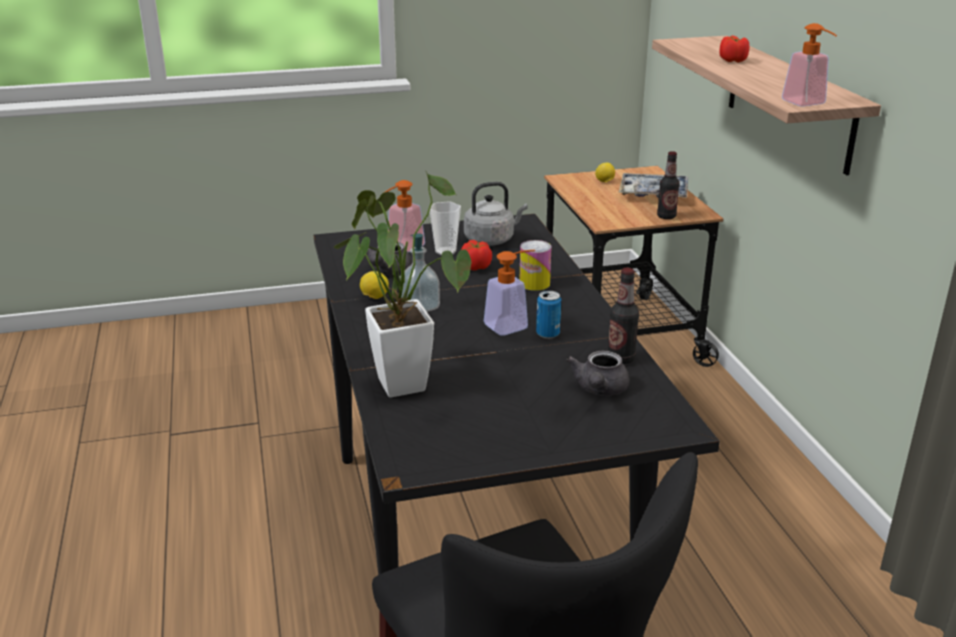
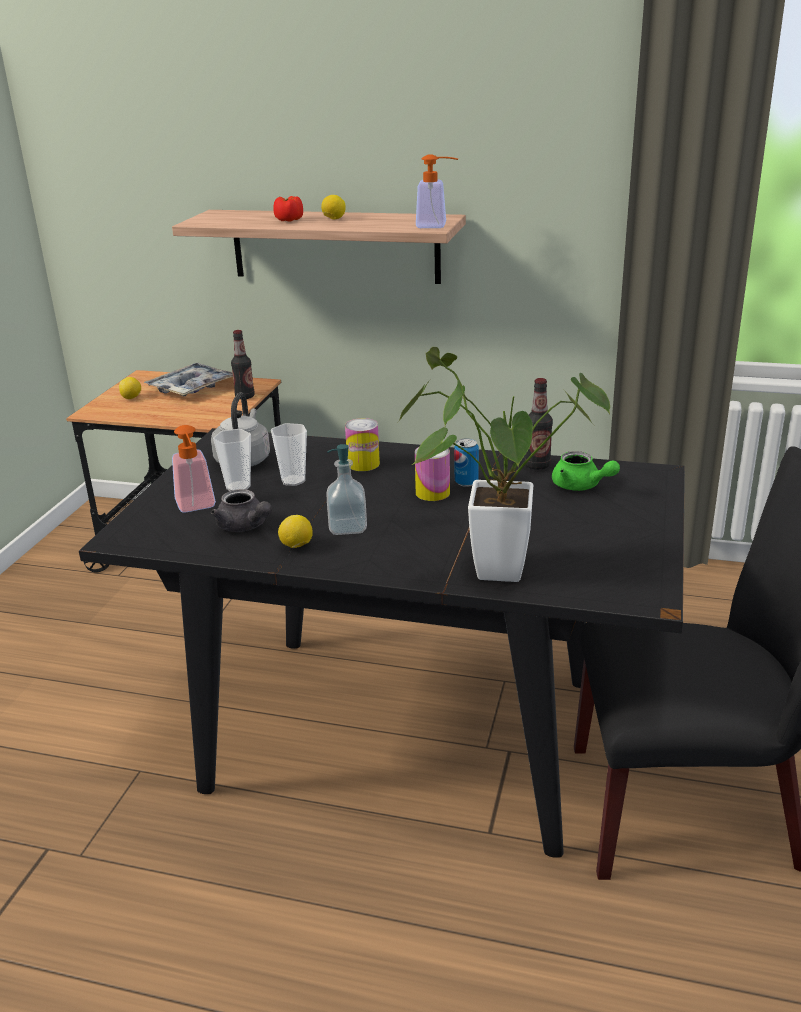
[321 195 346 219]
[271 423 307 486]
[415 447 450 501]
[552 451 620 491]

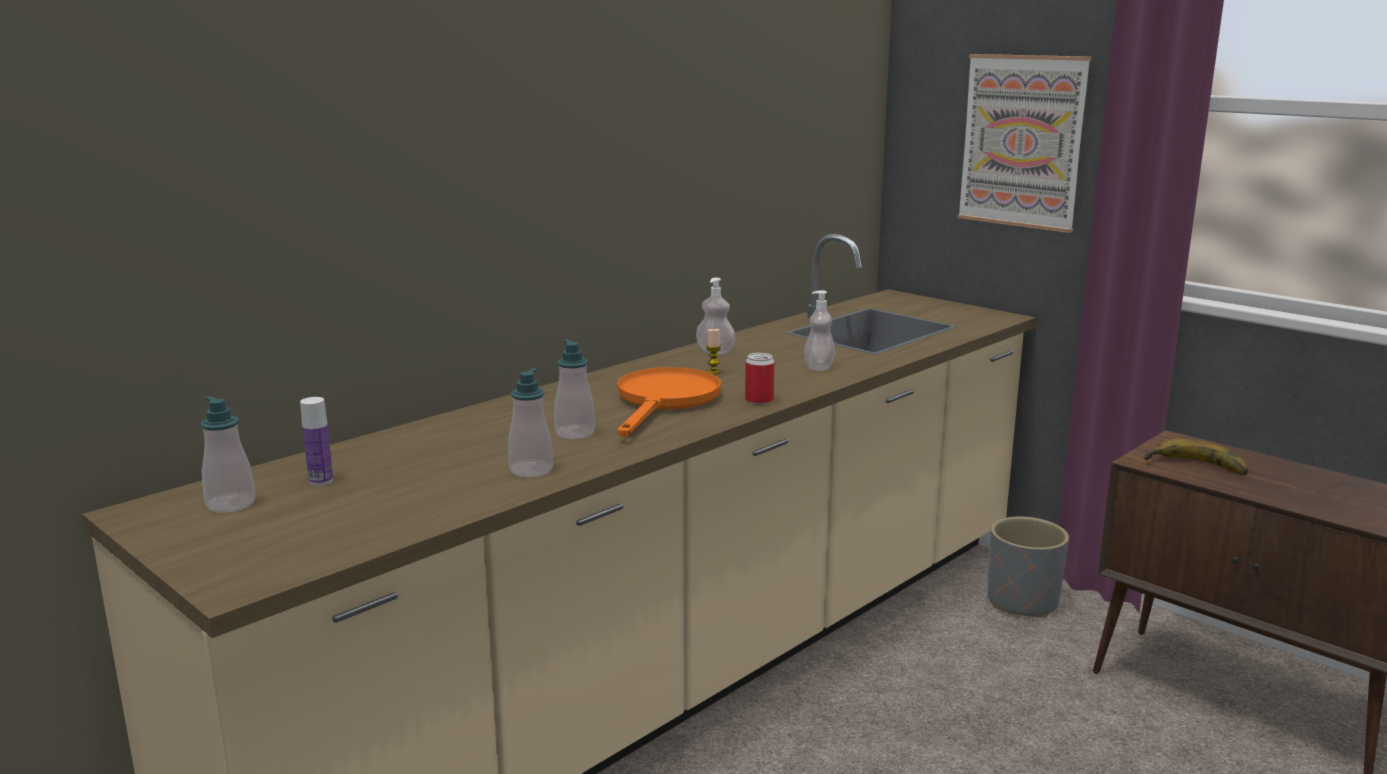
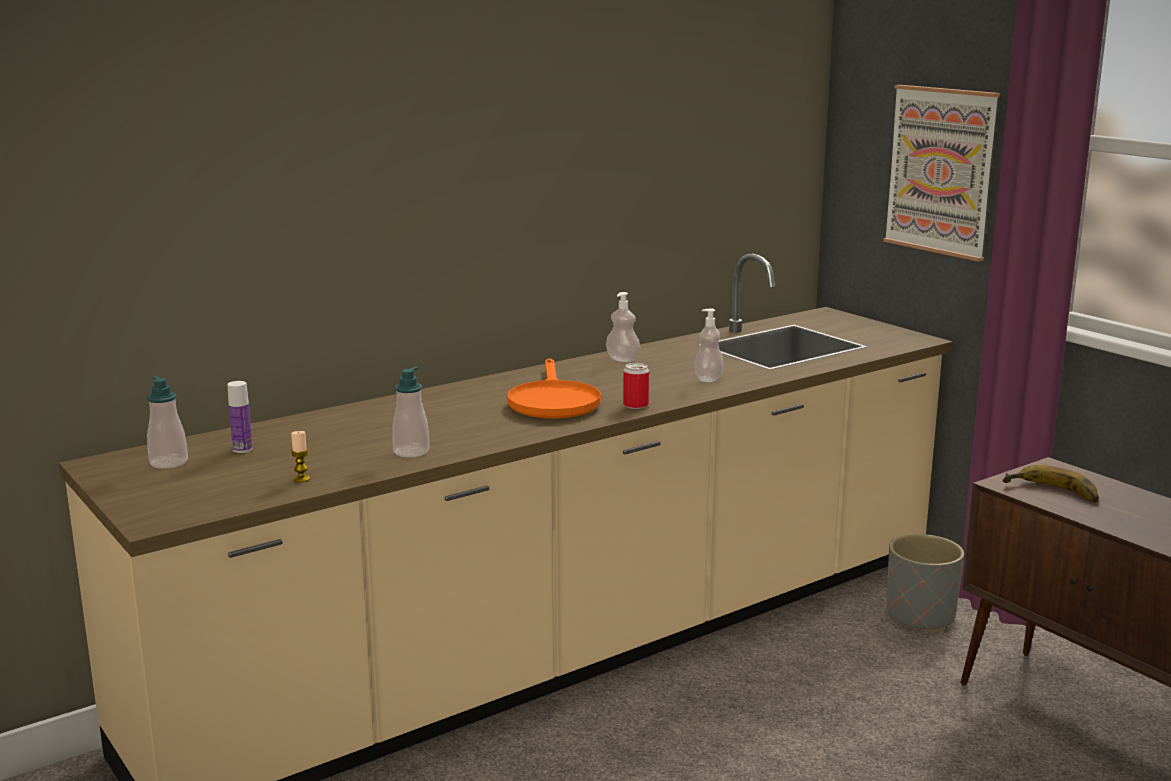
[554 340 595 439] (first image)
[291 431 310 482]
[507 358 601 419]

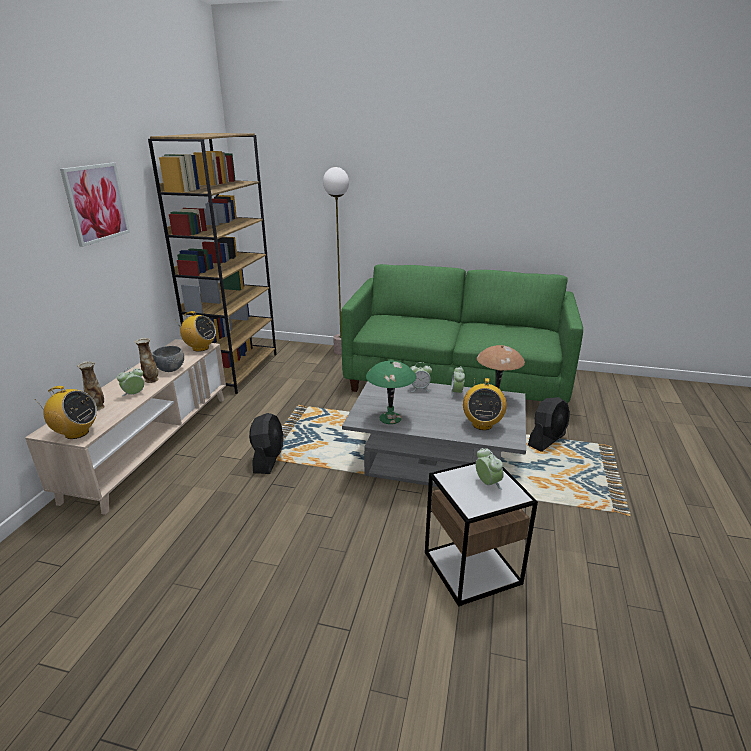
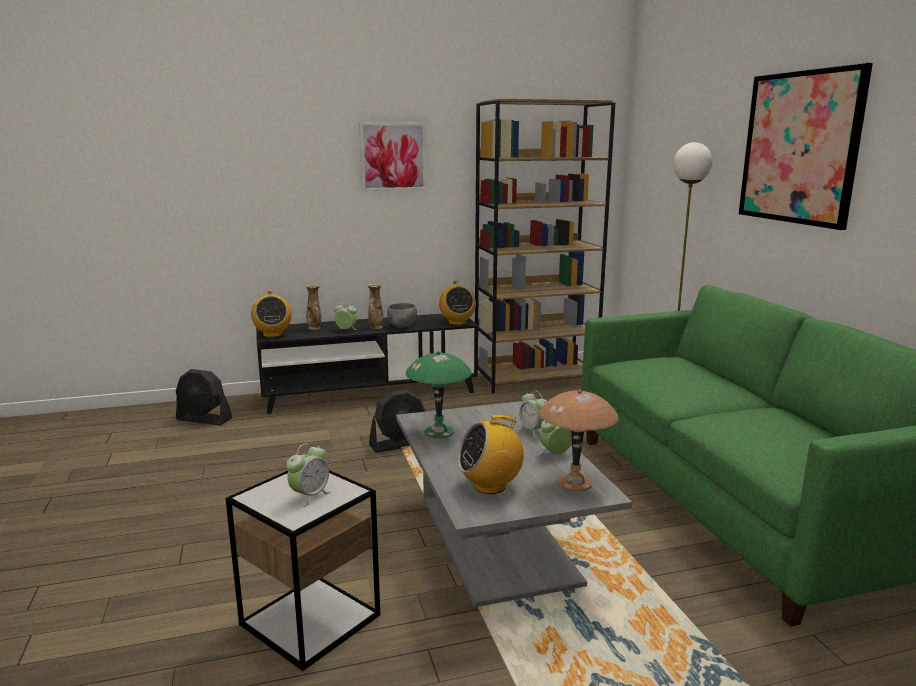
[739 63 873 230]
[176 369 232 425]
[256 314 478 414]

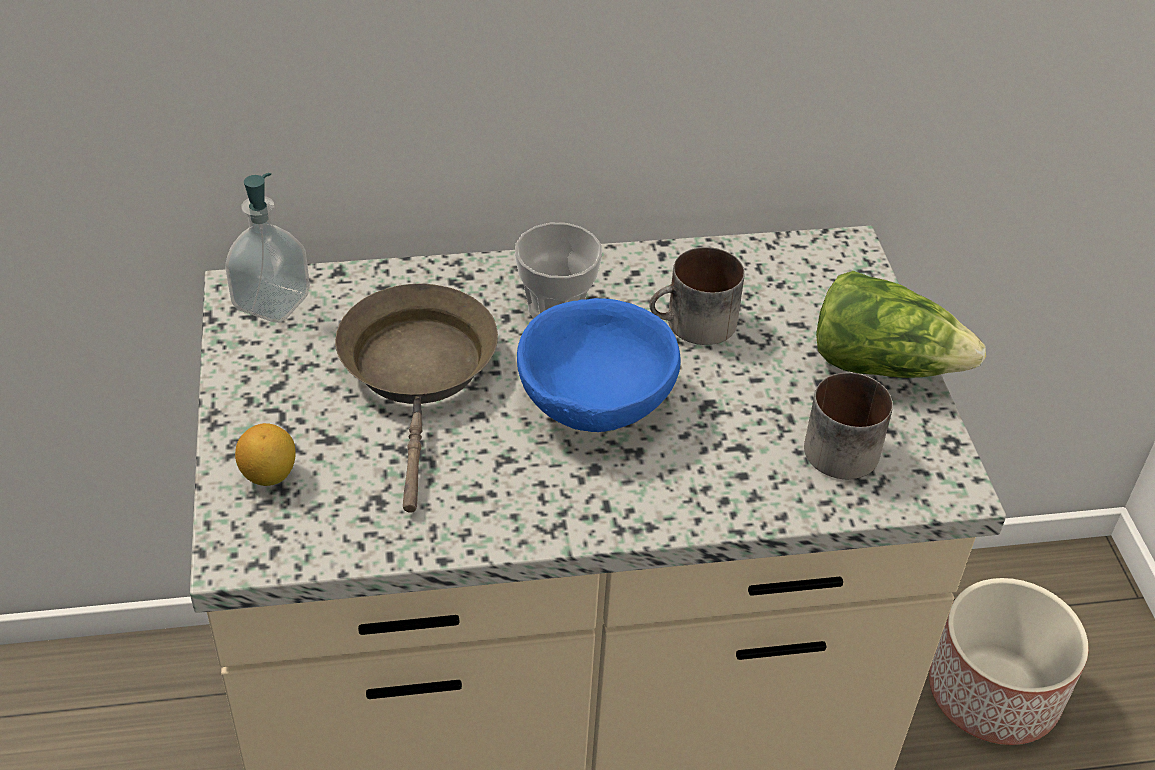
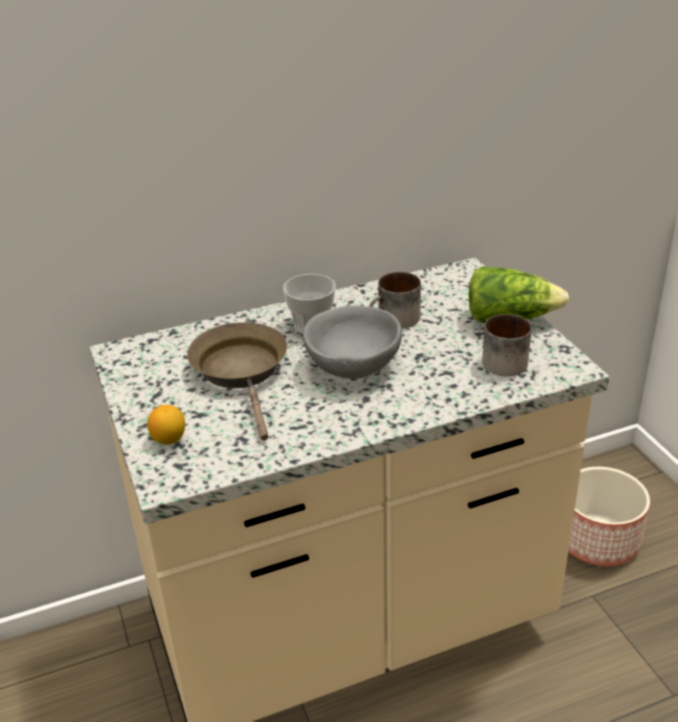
[225 173 310 323] (first image)
[303 306 402 379]

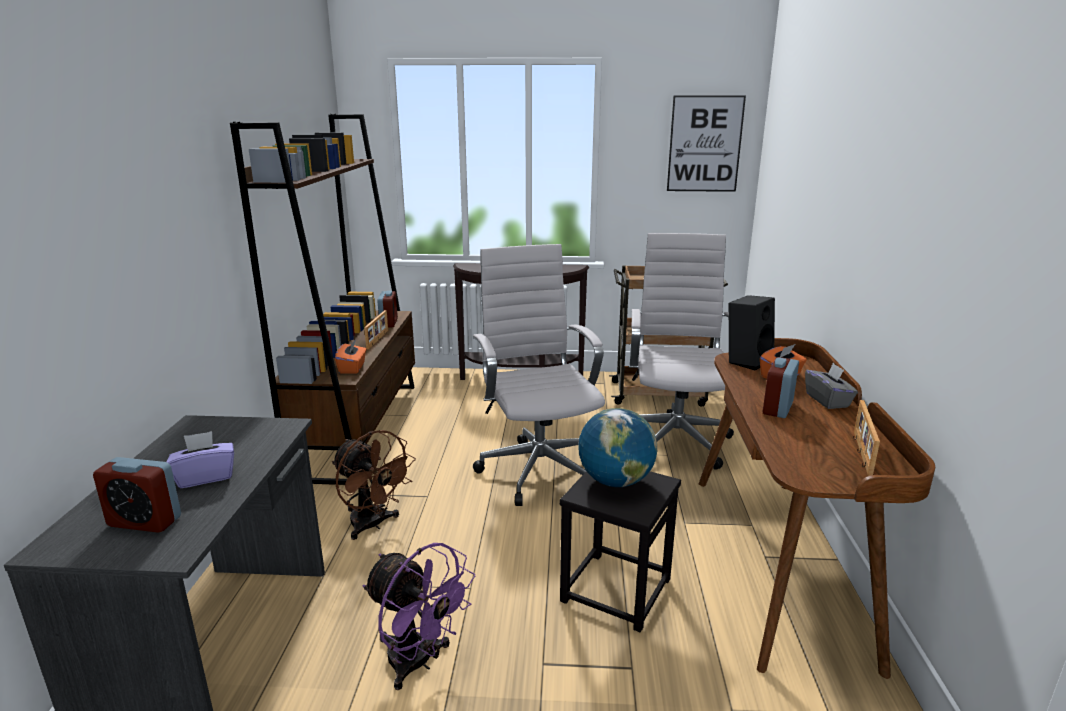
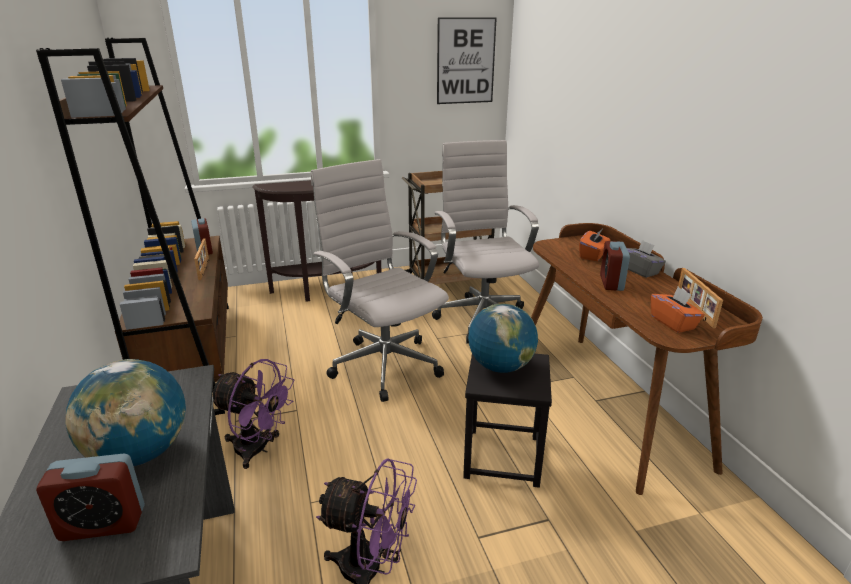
[729 295 775 370] (first image)
[651 287 705 333]
[65 359 186 466]
[213 359 295 469]

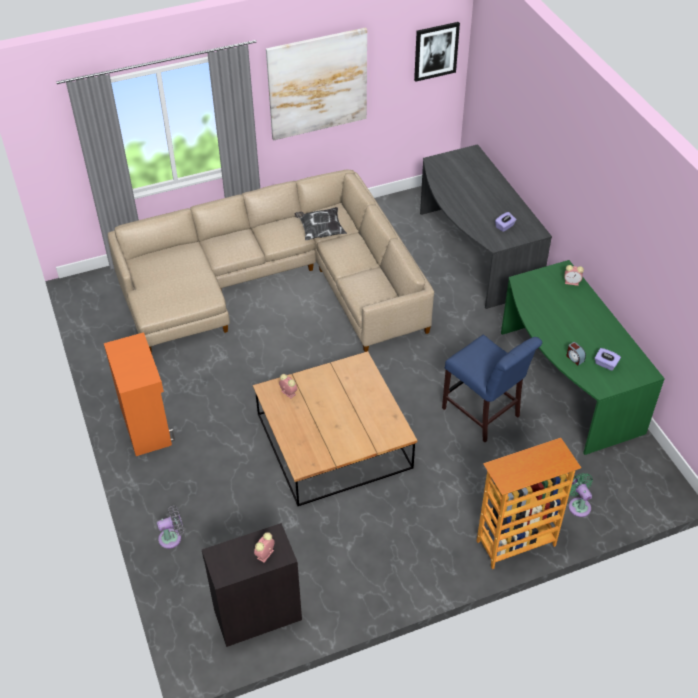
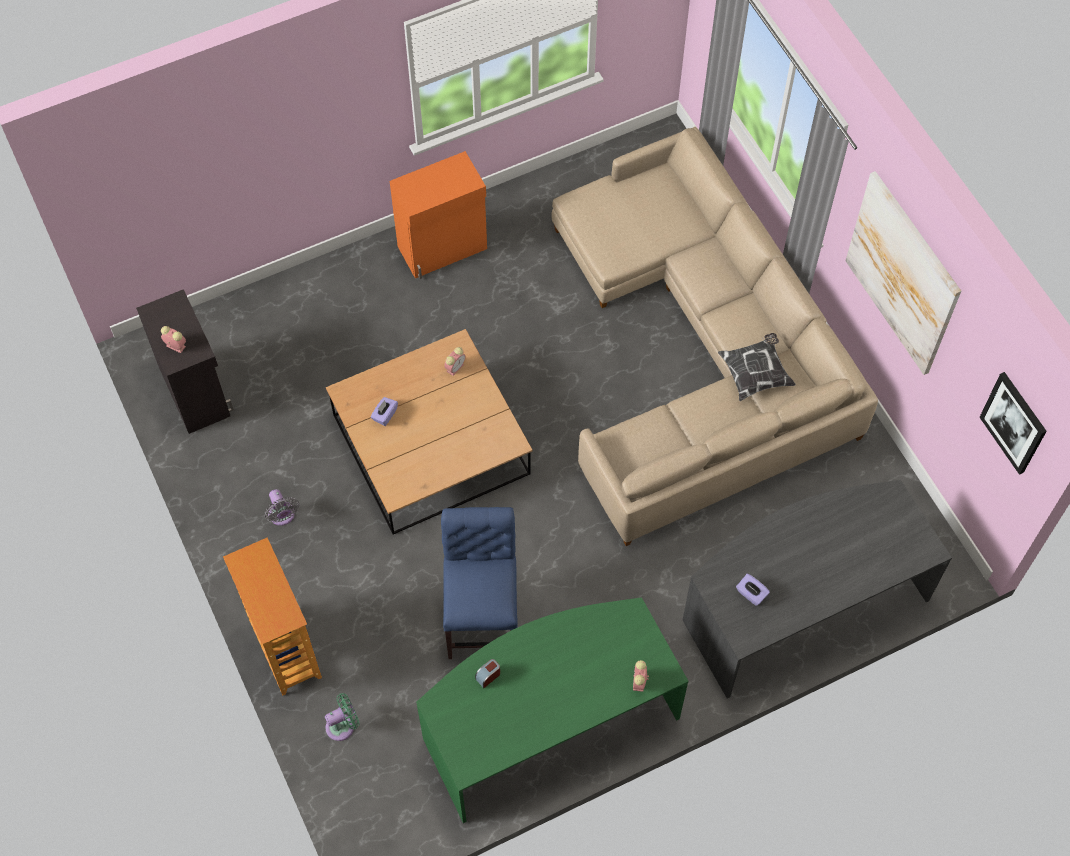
[265 489 299 526]
[371 397 398 426]
[441 507 518 659]

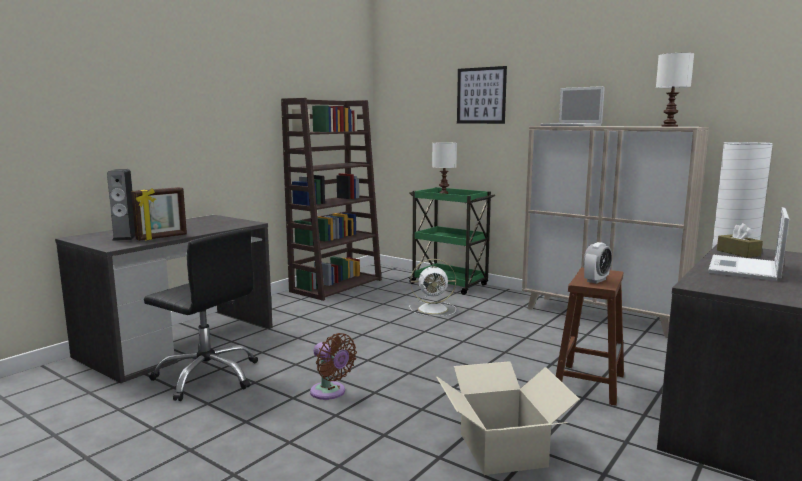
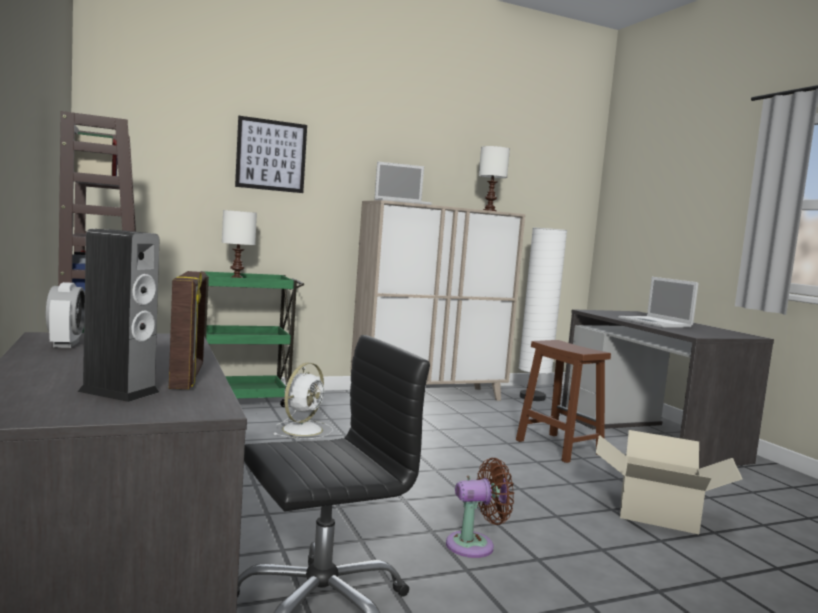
[717 223 763 258] (first image)
[46 282 85 348]

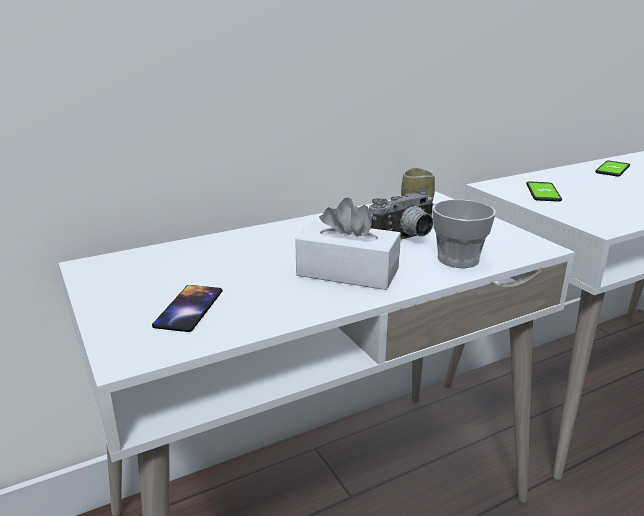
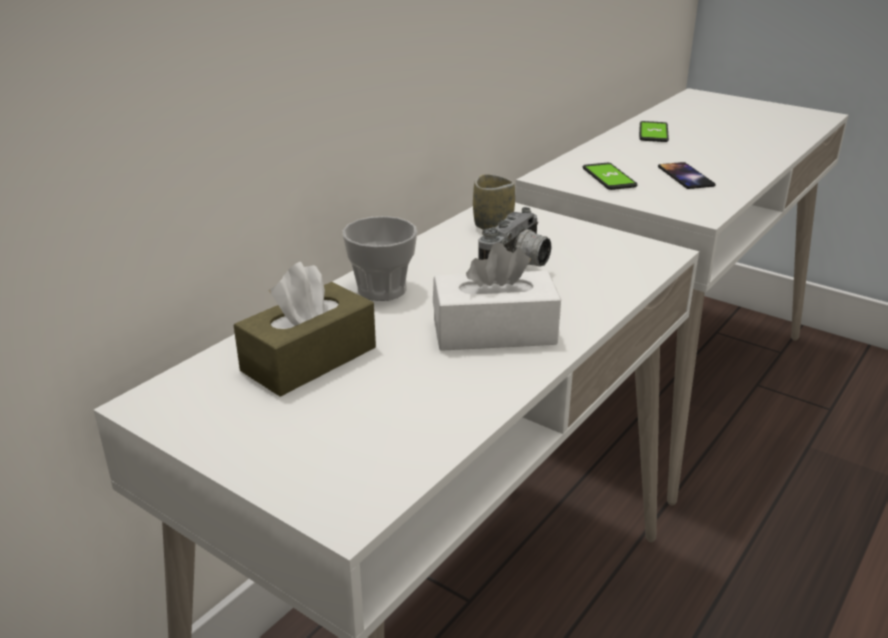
[234 261 376 397]
[658 162 716 189]
[343 216 417 301]

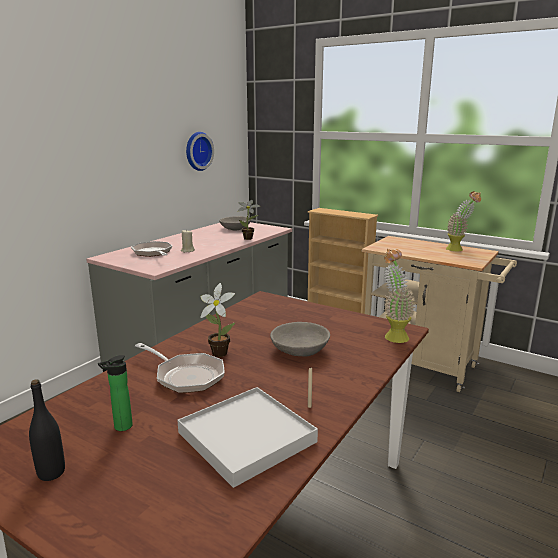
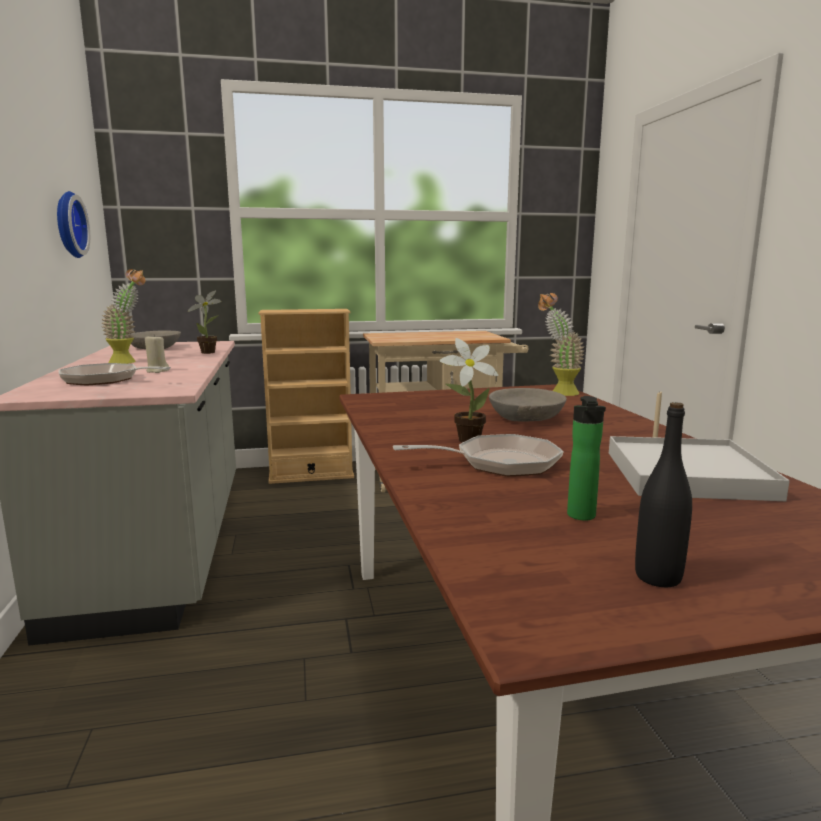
[101 269 145 364]

